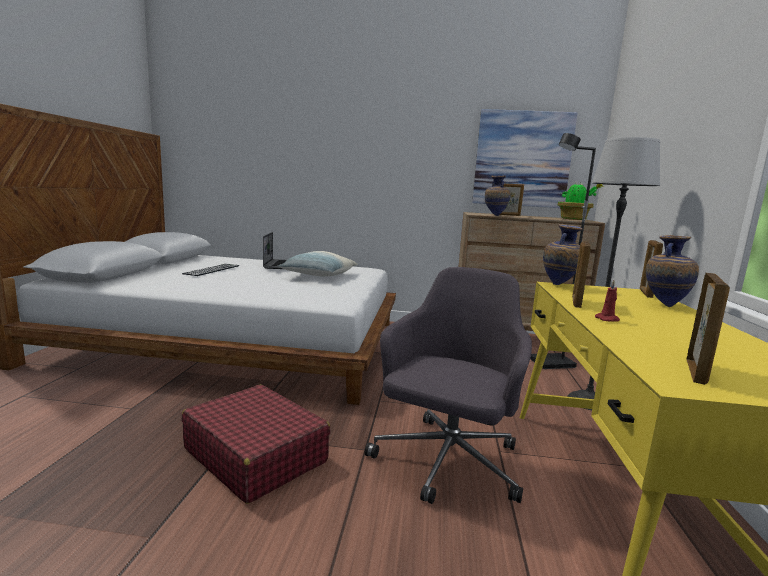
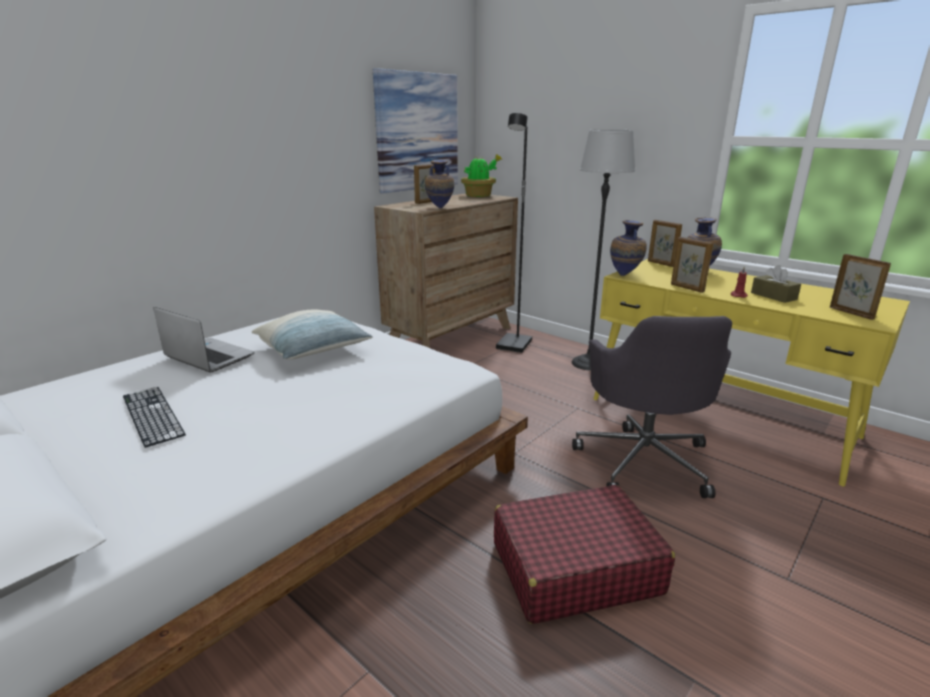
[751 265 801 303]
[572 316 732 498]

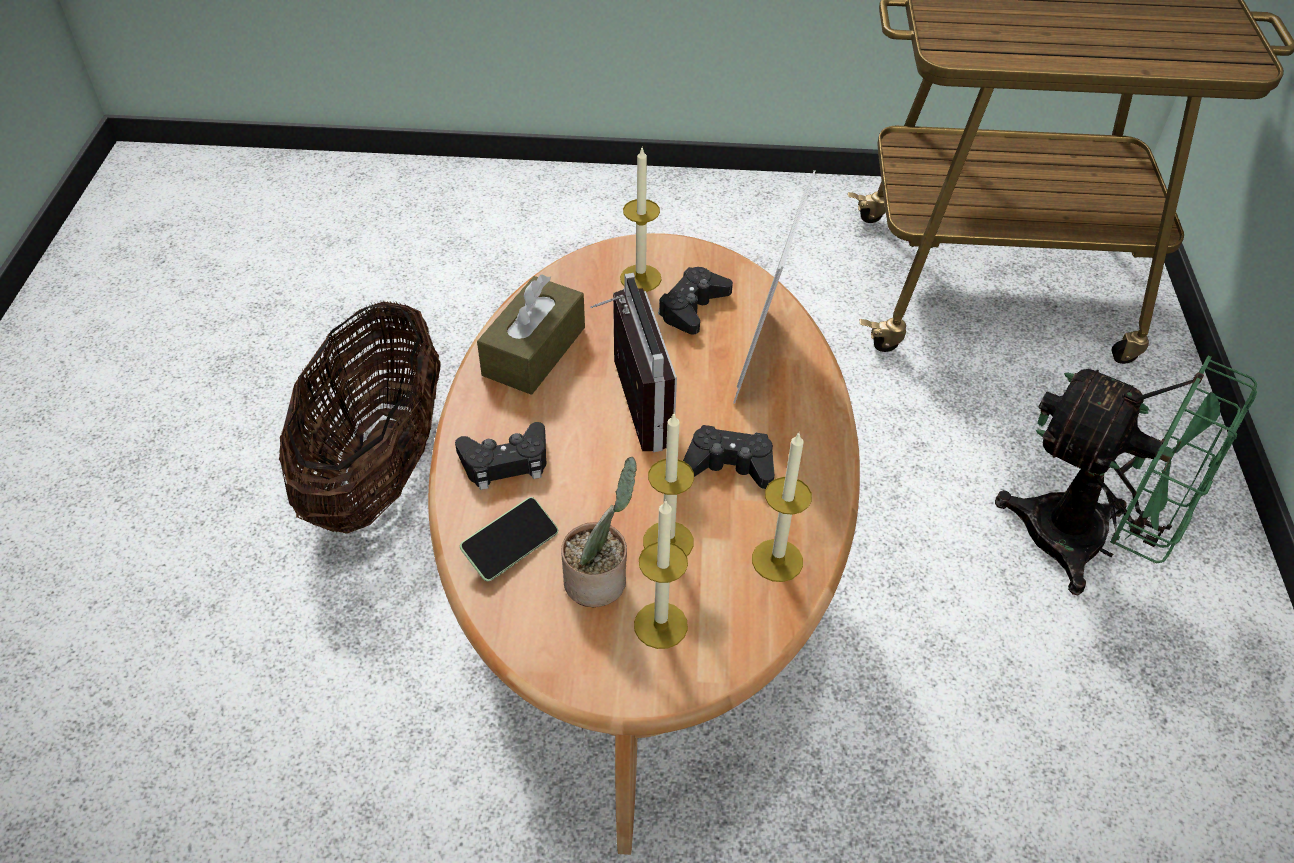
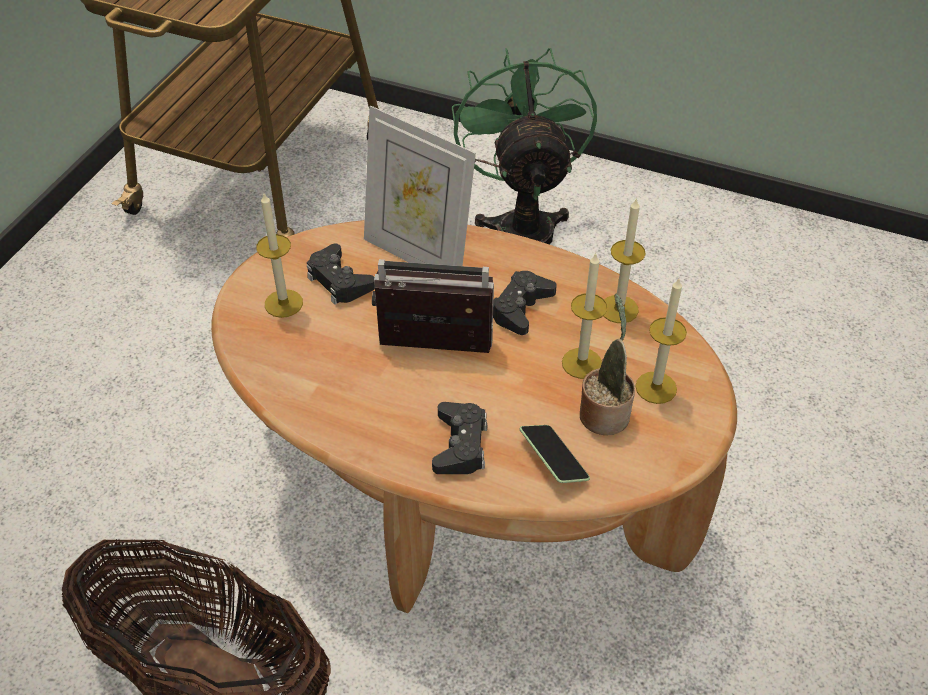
[477 274 585 395] (first image)
[452 48 597 245]

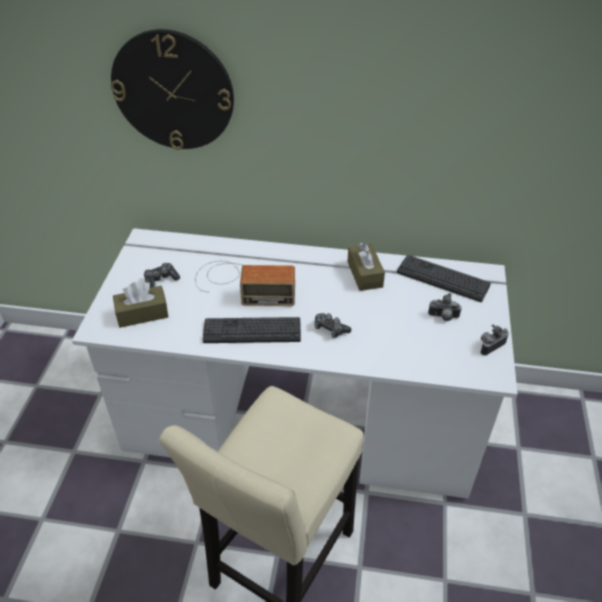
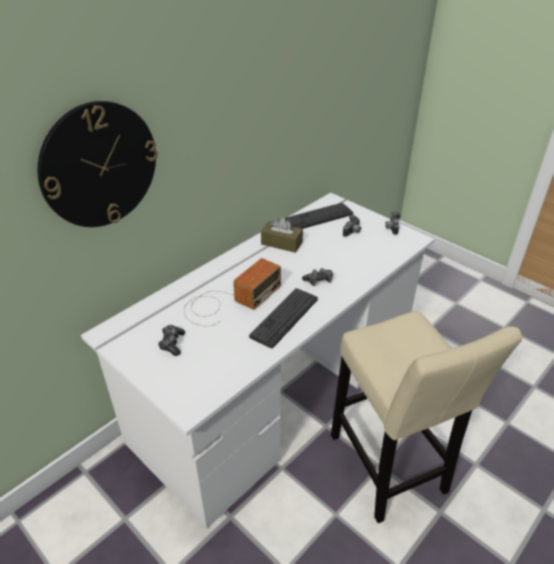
[113 281 169 328] (first image)

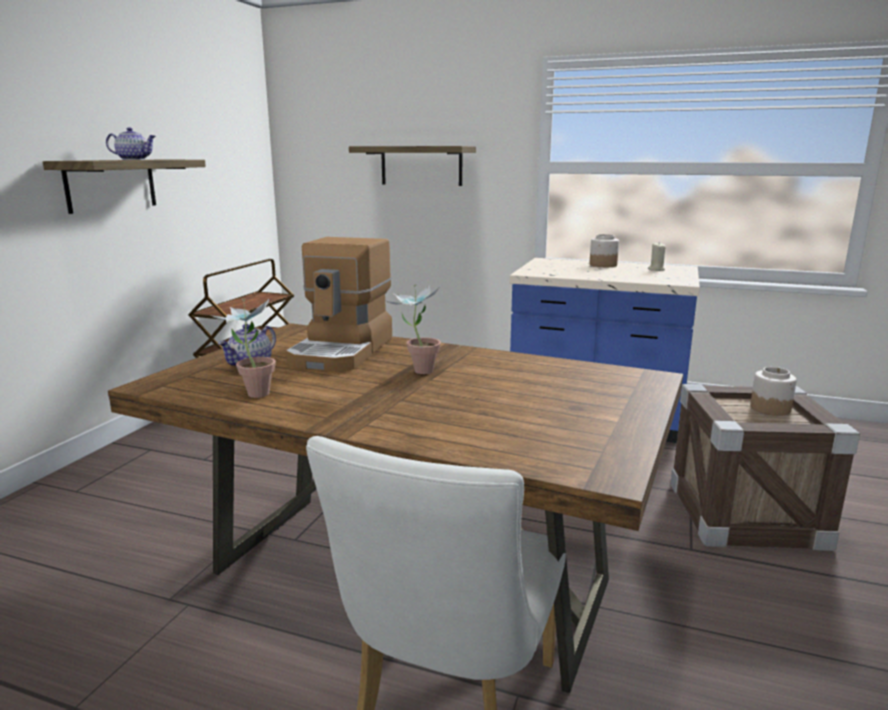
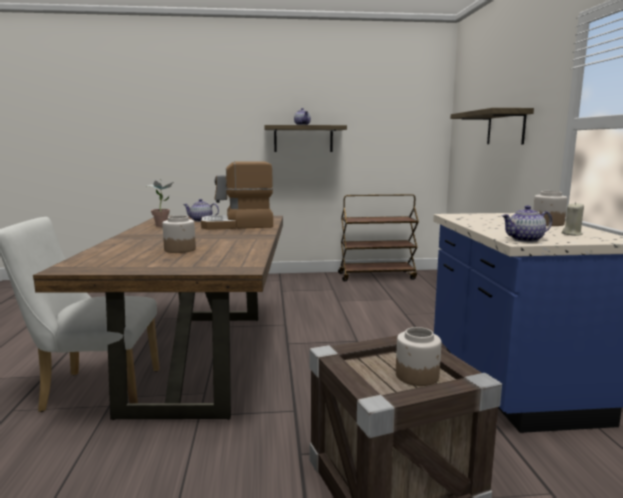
[385 284 441 374] (first image)
[162 215 196 253]
[502 205 552 242]

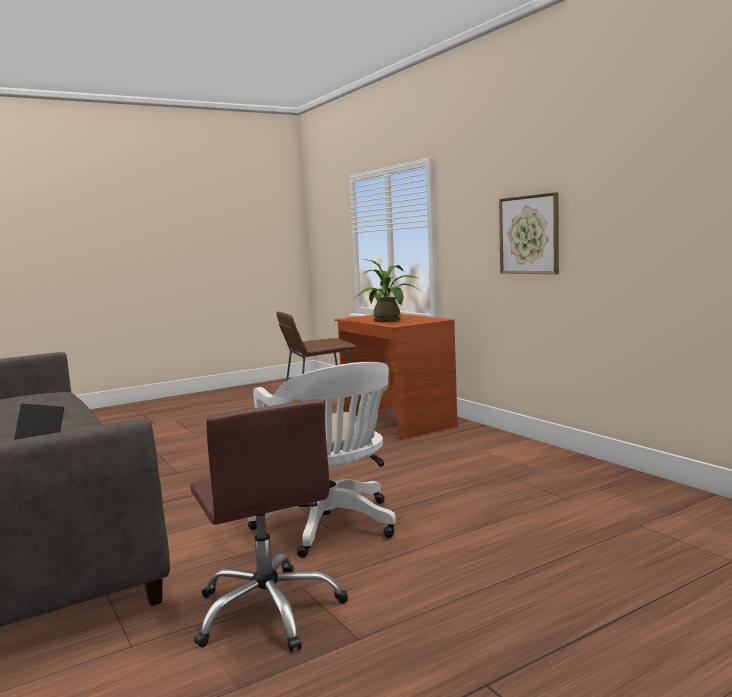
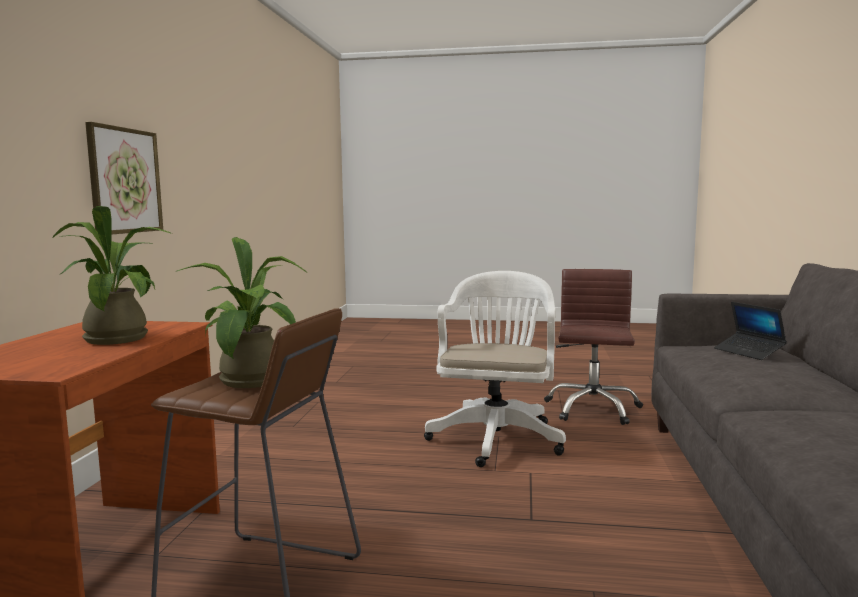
[177 237 306 388]

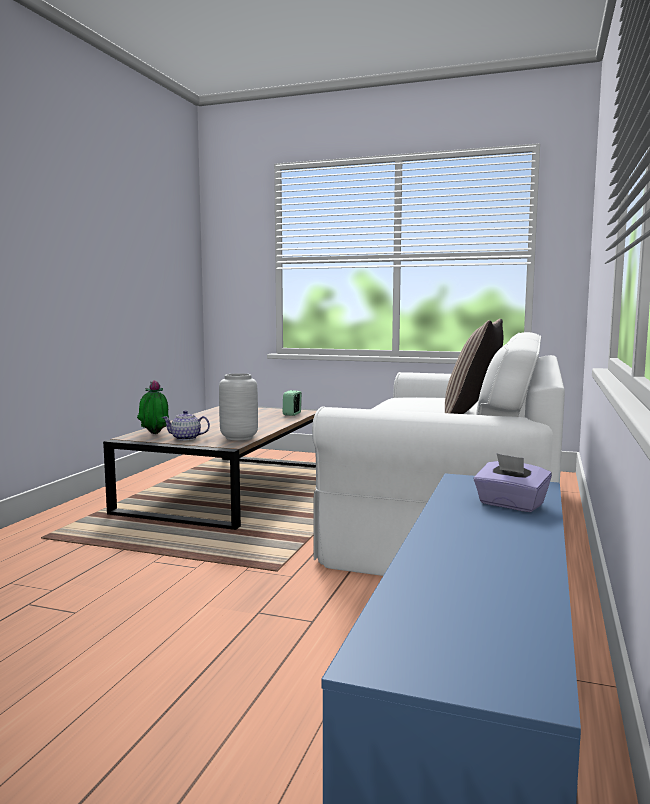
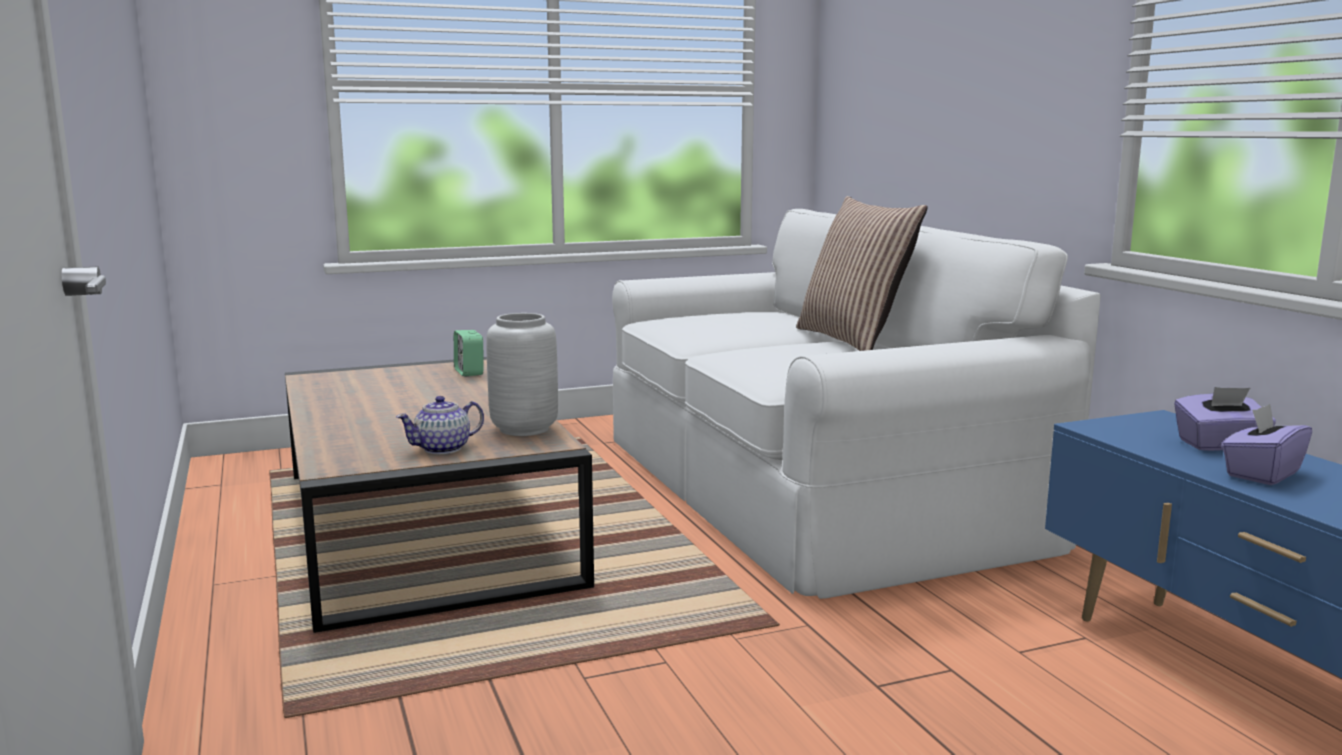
[137 380 169 434] (first image)
[1222 404 1312 485]

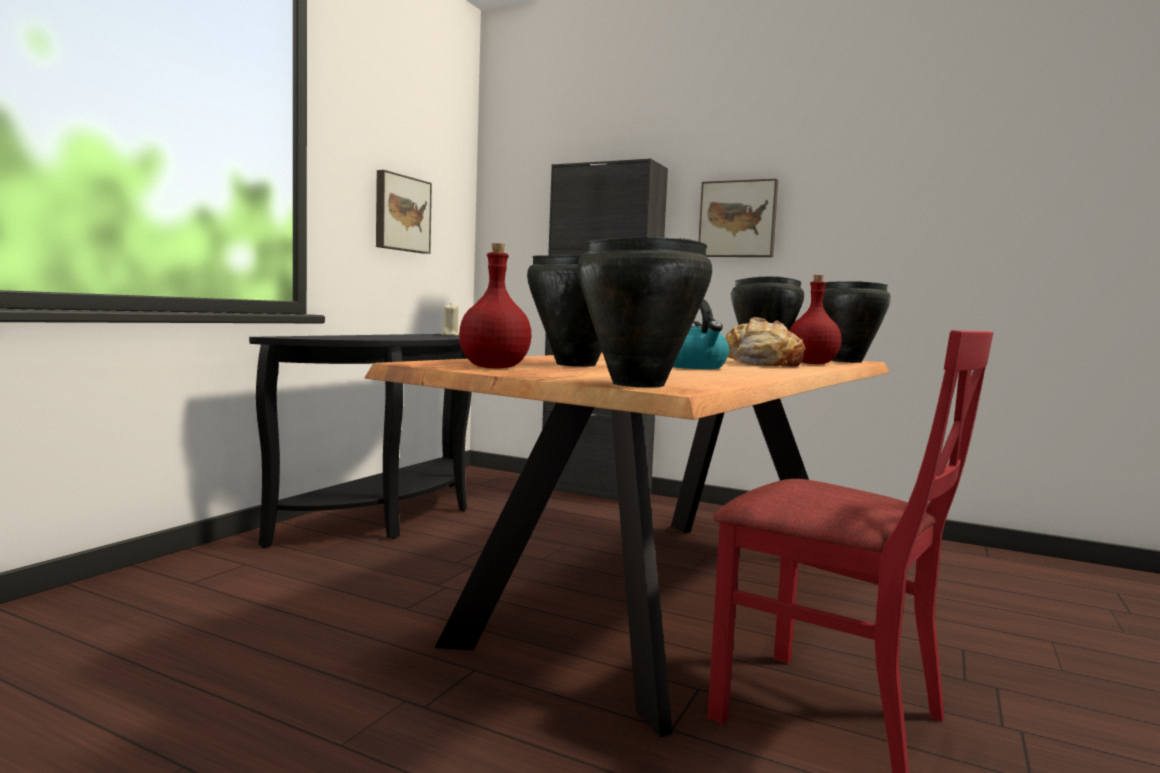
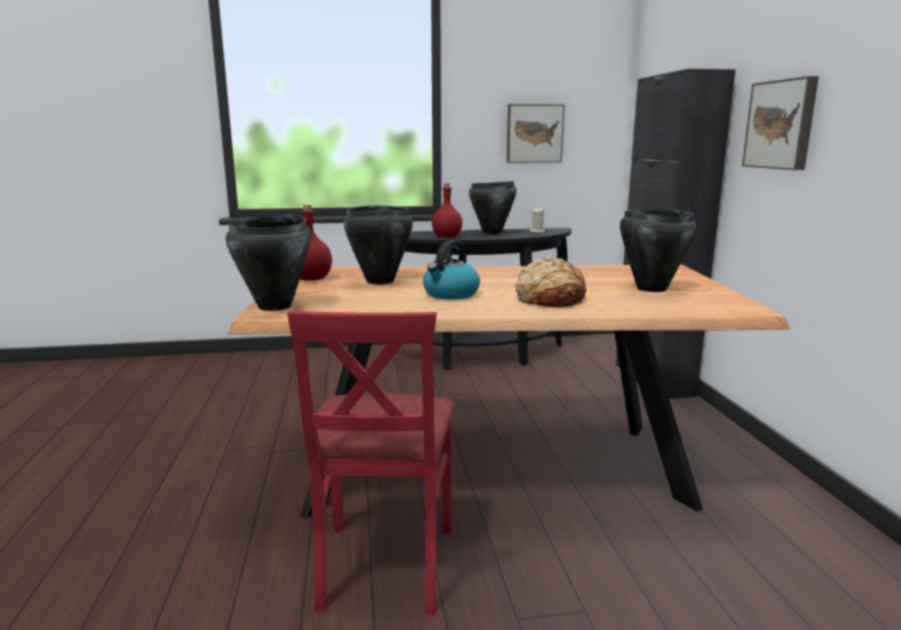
[432 183 463 237]
[469 181 517 235]

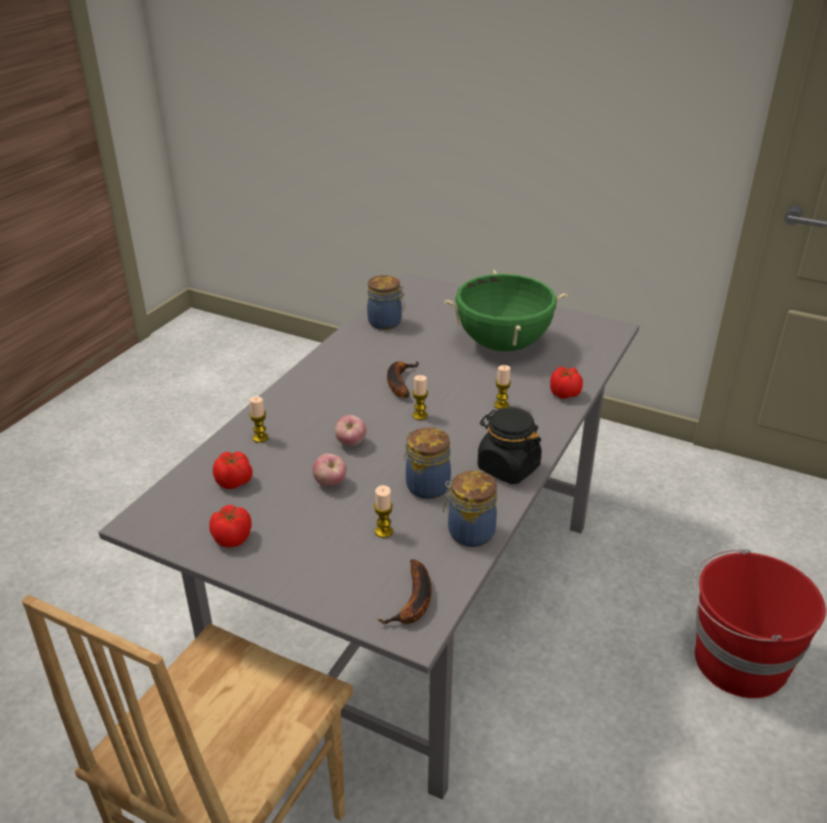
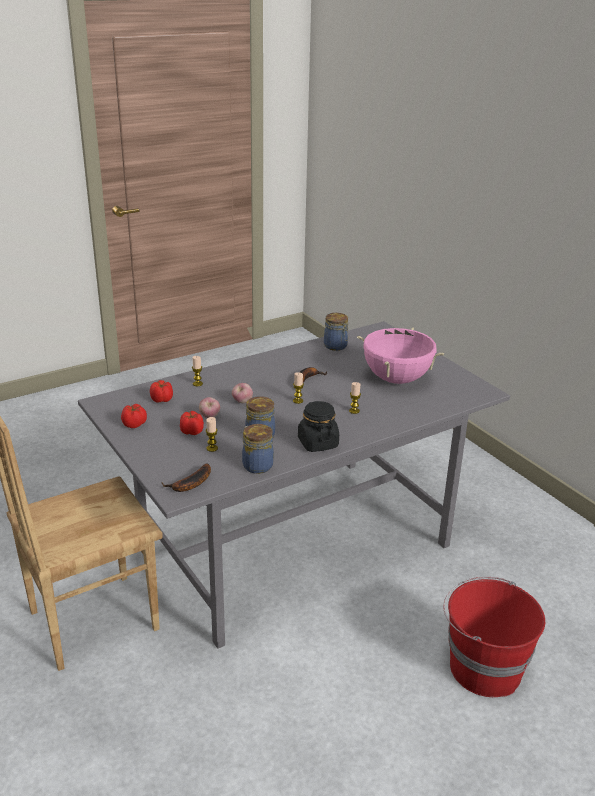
[180 411 204 435]
[357 327 444 384]

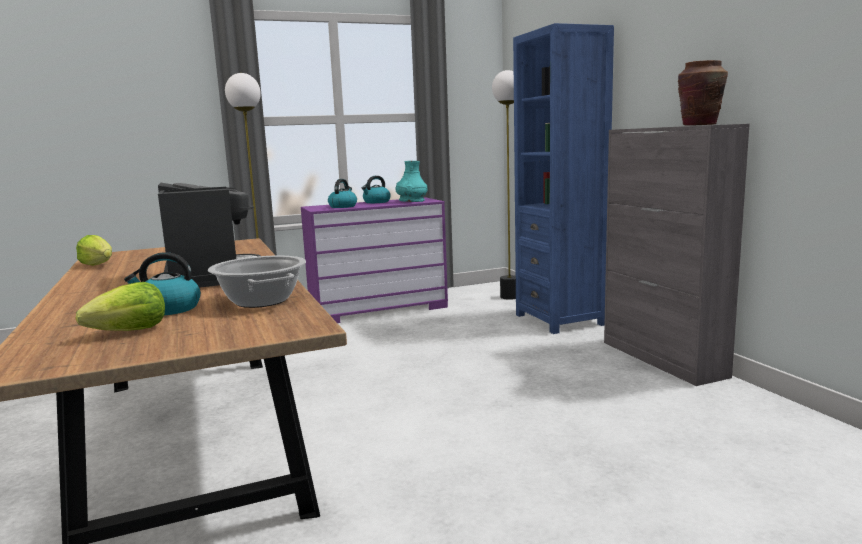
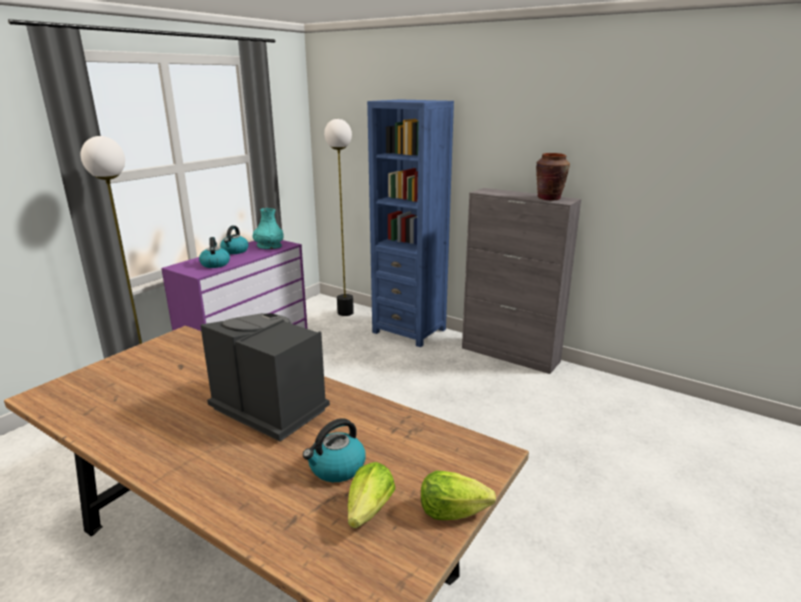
[208 256 306 308] (first image)
[421 471 496 520]

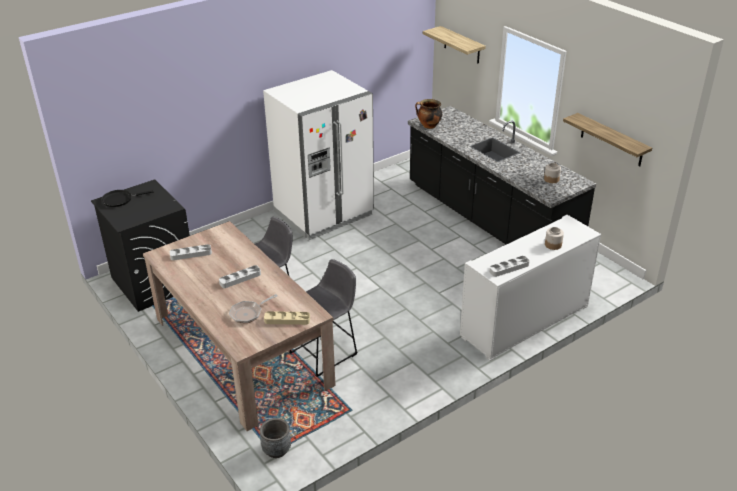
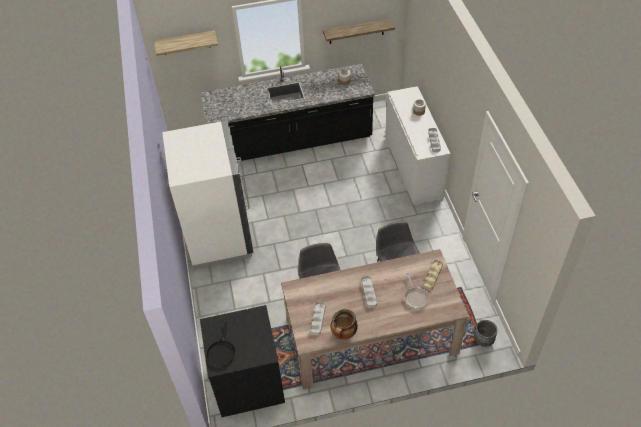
[331 309 358 340]

